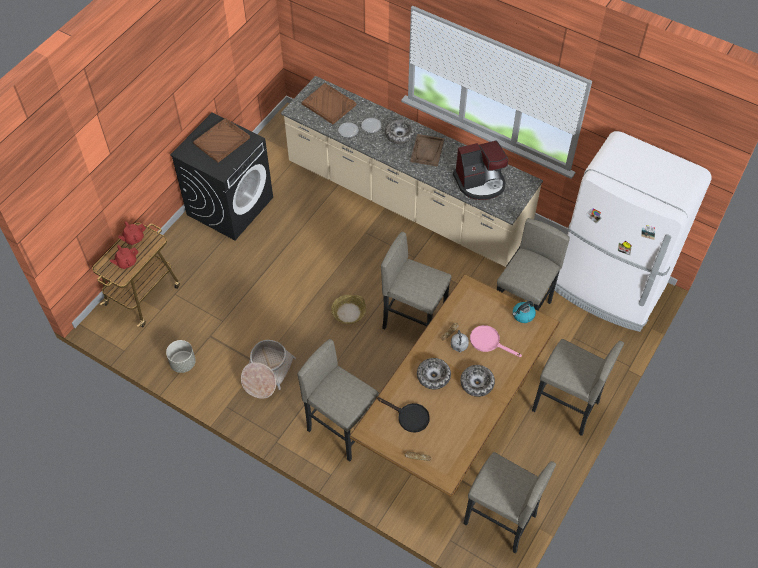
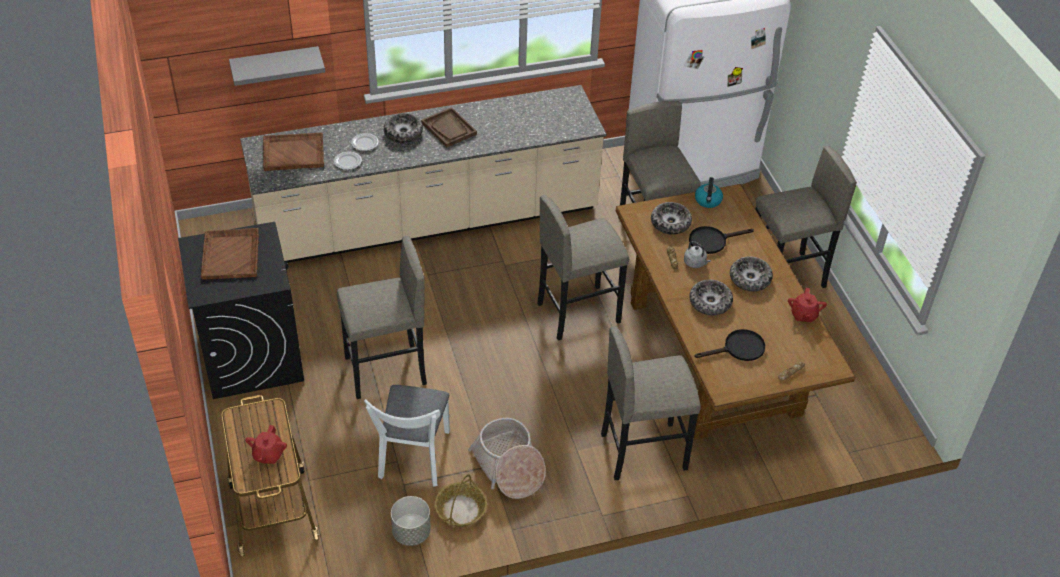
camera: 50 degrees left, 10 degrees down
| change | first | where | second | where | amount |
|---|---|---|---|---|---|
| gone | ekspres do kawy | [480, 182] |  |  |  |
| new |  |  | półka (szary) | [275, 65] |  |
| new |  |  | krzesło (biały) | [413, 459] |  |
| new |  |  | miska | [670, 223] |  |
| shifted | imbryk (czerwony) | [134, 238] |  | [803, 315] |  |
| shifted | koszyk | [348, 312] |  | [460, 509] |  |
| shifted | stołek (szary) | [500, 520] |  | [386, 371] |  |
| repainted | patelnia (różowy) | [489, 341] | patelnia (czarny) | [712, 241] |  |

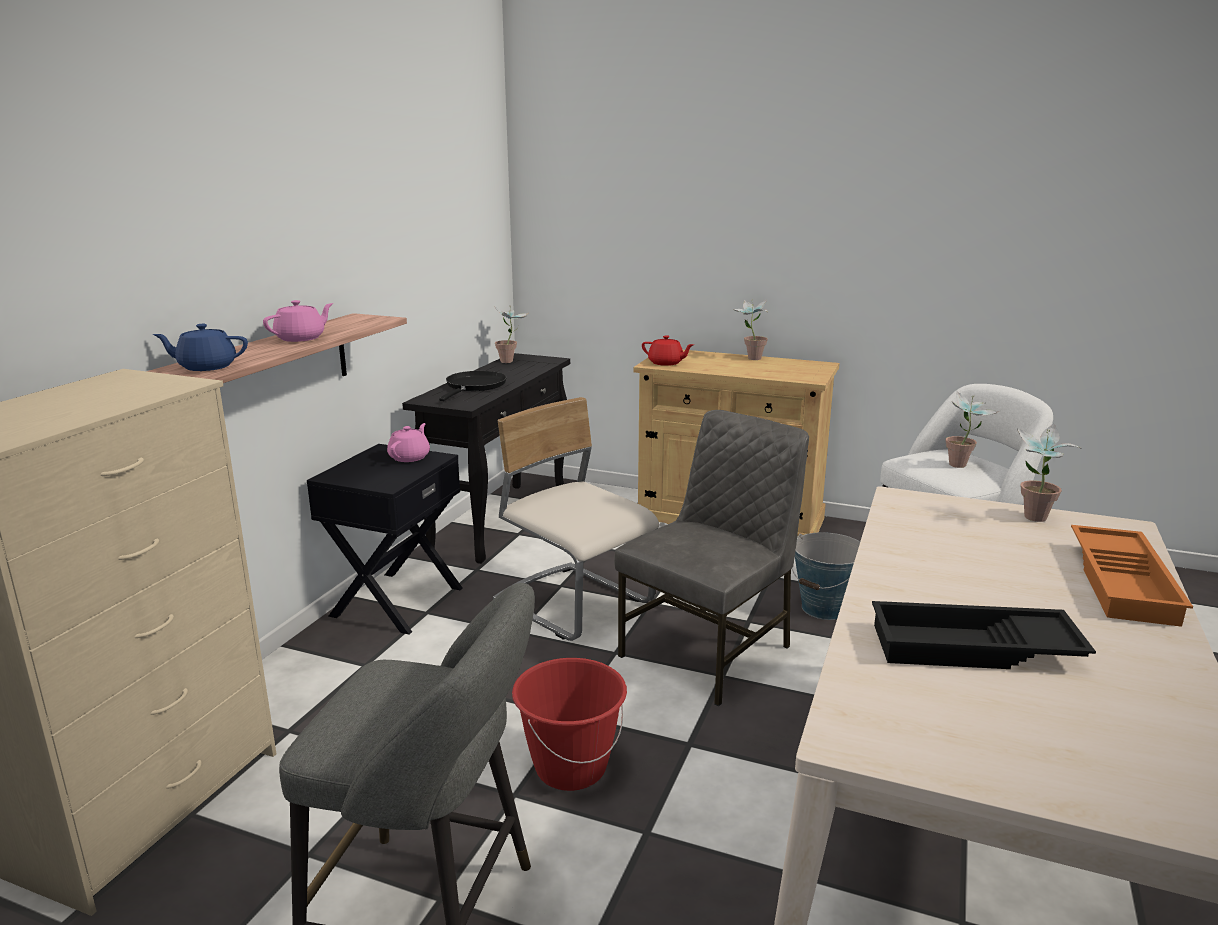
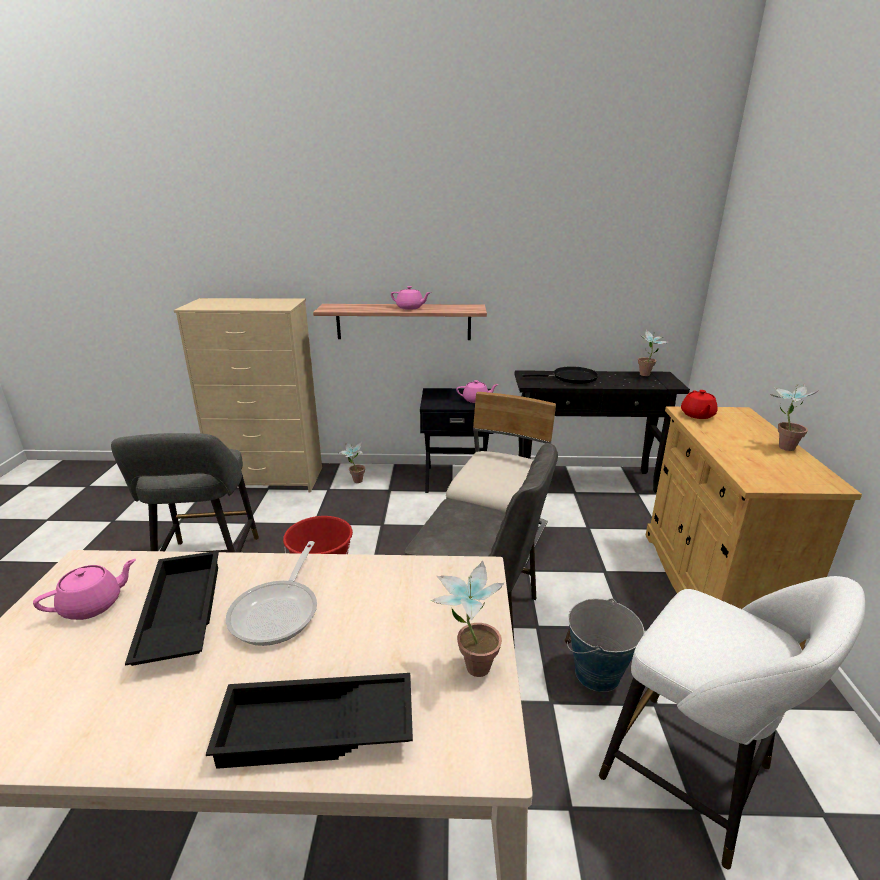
camera: 70 degrees right, 5 degrees up
| change | first | where | second | where | amount |
|---|---|---|---|---|---|
| gone | imbryk (niebieski) | [206, 367] |  |  |  |
| new |  |  | imbryk (różowy) | [93, 605] |  |
| new |  |  | patelnia | [278, 611] |  |
| shifted | roślina doniczkowa | [962, 467] |  | [354, 482] |  |
| repainted | taca (pomarańczowy) | [1125, 583] | taca (czarny) | [315, 731] |  |

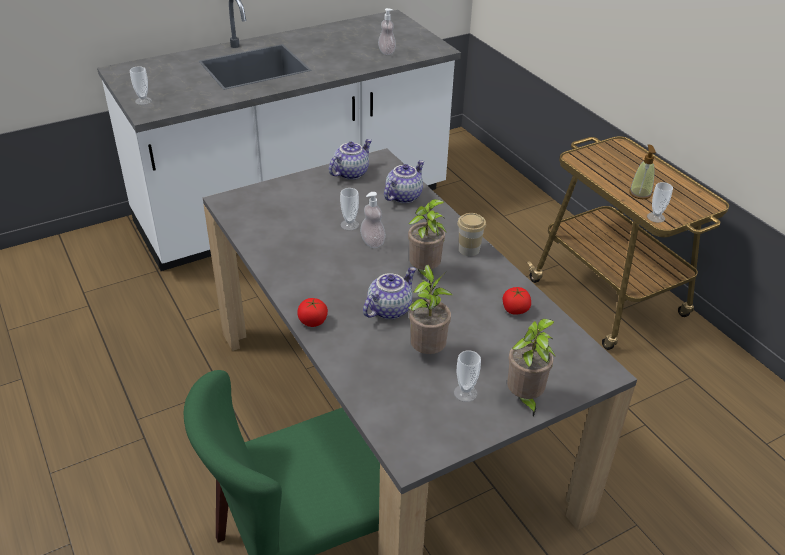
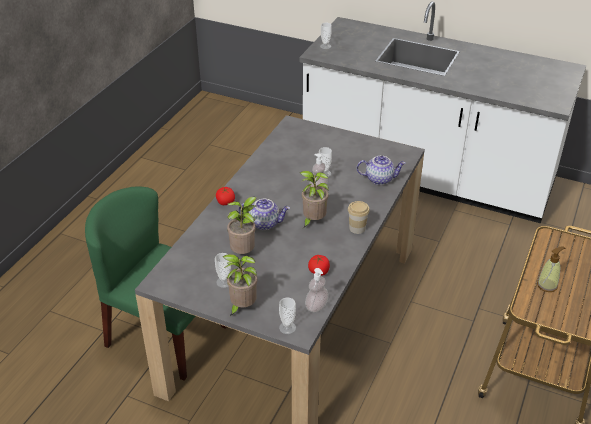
camera: 55 degrees right, 0 degrees up
| change | first | where | second | where | amount |
|---|---|---|---|---|---|
| gone | imbryk | [350, 173] |  |  |  |
| shifted | dozownik mydła | [386, 52] |  | [316, 306] |  |
| shifted | filiżanka | [656, 217] |  | [287, 327] |  |

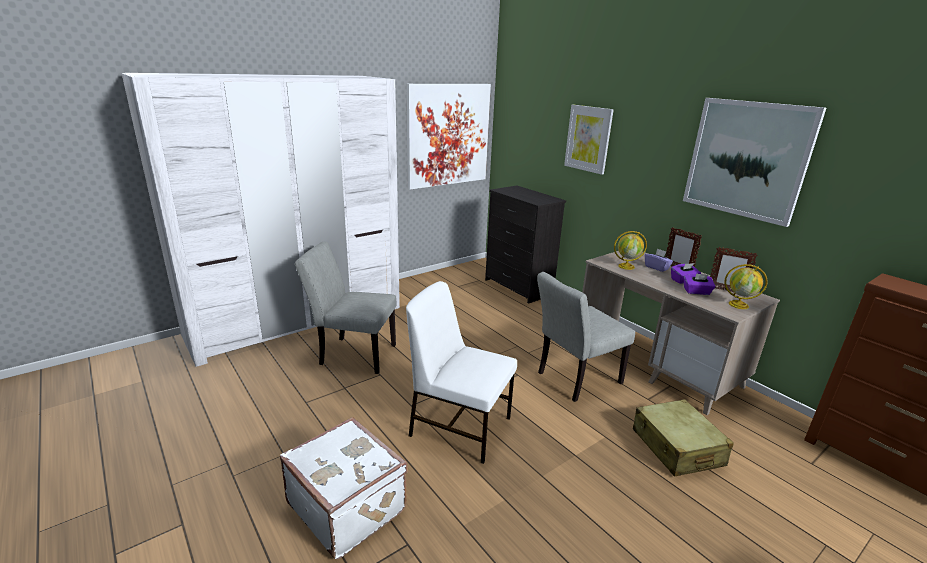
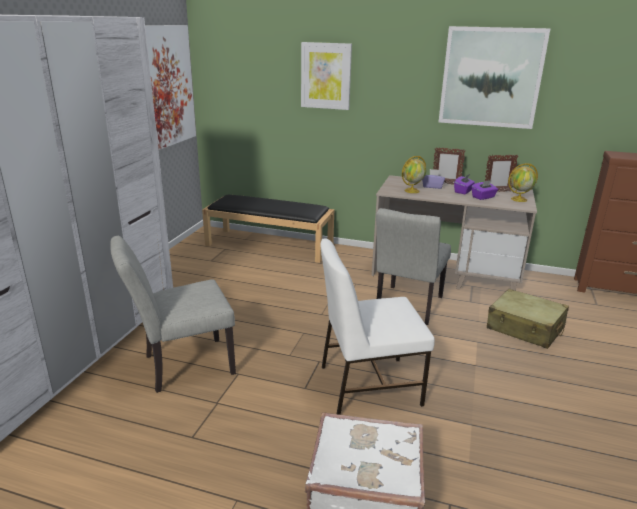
camera: 35 degrees left, 0 degrees up
| change | first | where | second | where | amount |
|---|---|---|---|---|---|
| swapped | komoda (czarny) | [518, 287] | ławka (czarny) | [270, 245] |  |

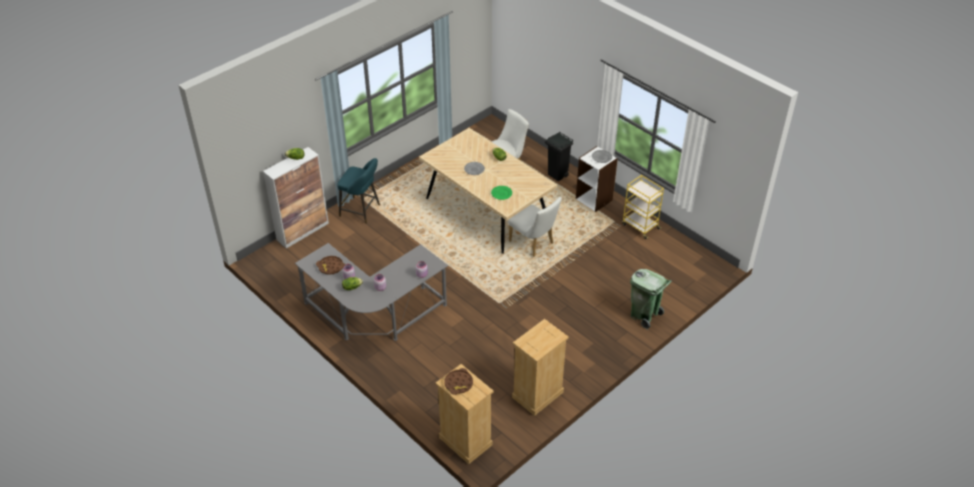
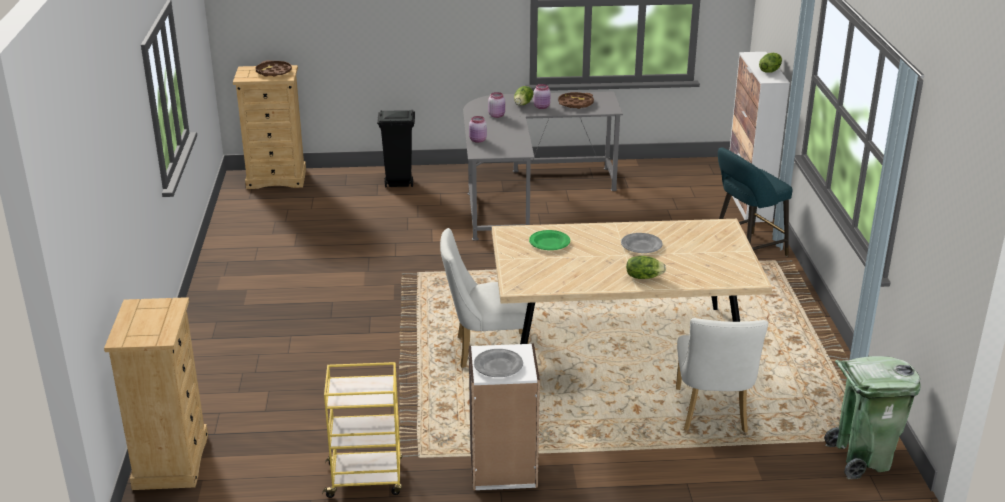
camera: 130 degrees right, 15 degrees down
| change | first | where | second | where | amount |
|---|---|---|---|---|---|
| shifted | komoda (beżowy) | [537, 395] |  | [170, 461] |  |
| shifted | kosz na śmieci (czarny) | [557, 175] |  | [398, 183] |  |
| shifted | kosz na śmieci (zielony) | [644, 315] |  | [861, 458] |  |

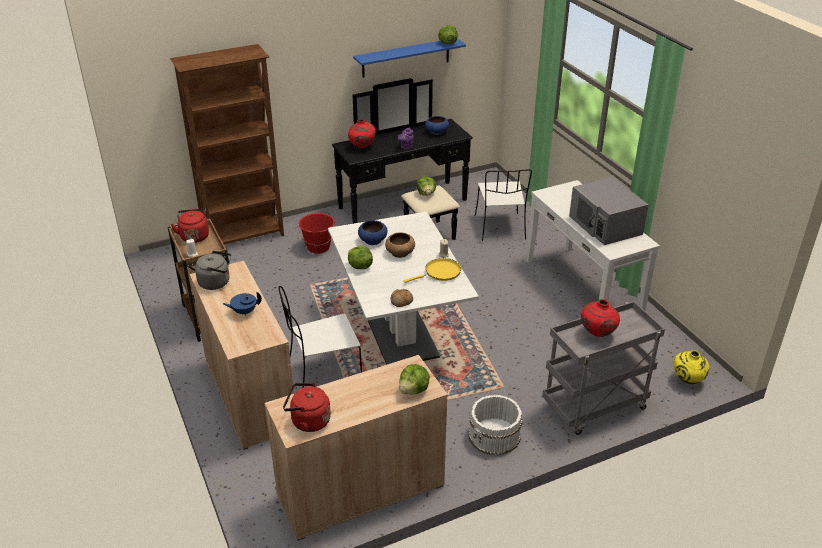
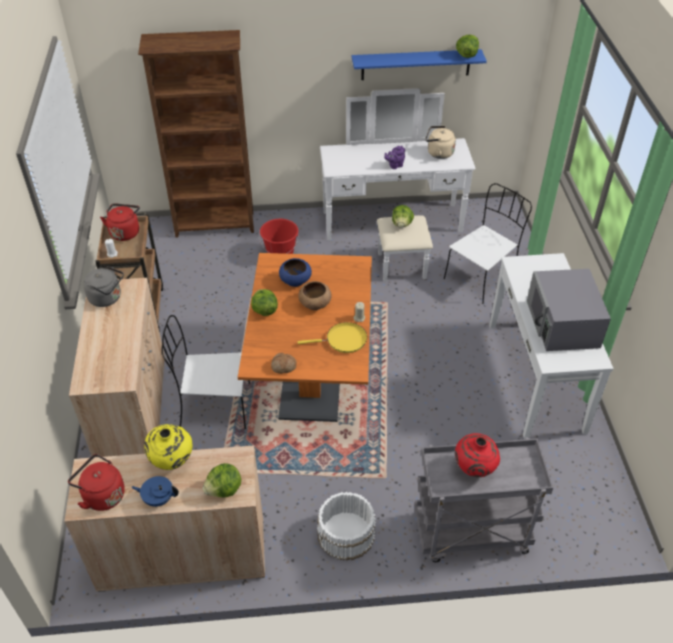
camera: 20 degrees right, 10 degrees up
| change | first | where | second | where | amount |
|---|---|---|---|---|---|
| gone | wazon (czerwony) | [362, 147] |  |  |  |
| shifted | imbryk (niebieski) | [244, 311] |  | [158, 498] |  |
| shifted | wazon (żółty) | [687, 380] |  | [172, 461] |  |
| swapped | miska (niebieski) | [436, 132] | czajnik (beżowy) | [438, 153] |  |
| repainted | stół jadalny (biały) | [399, 332] | stół jadalny (pomarańczowy) | [311, 379] |  |
| repainted | komoda (czarny) | [409, 210] | komoda (biały) | [395, 231] |  |
| rotated | krzesło (biały) | [500, 228] |  | [482, 276] | 150 degrees counterclockwise |

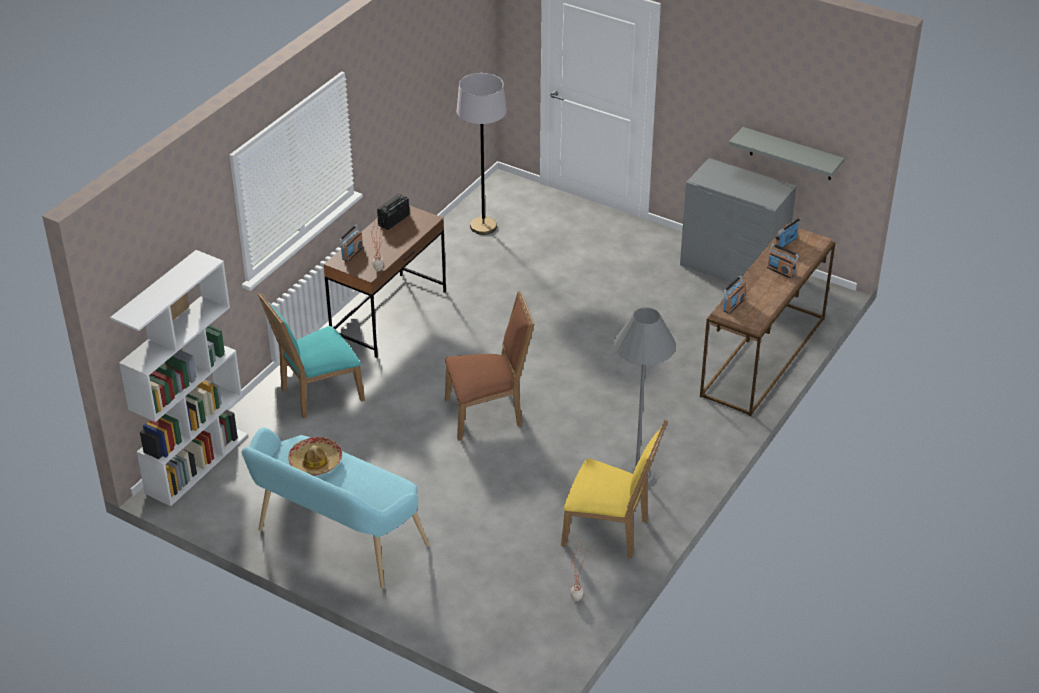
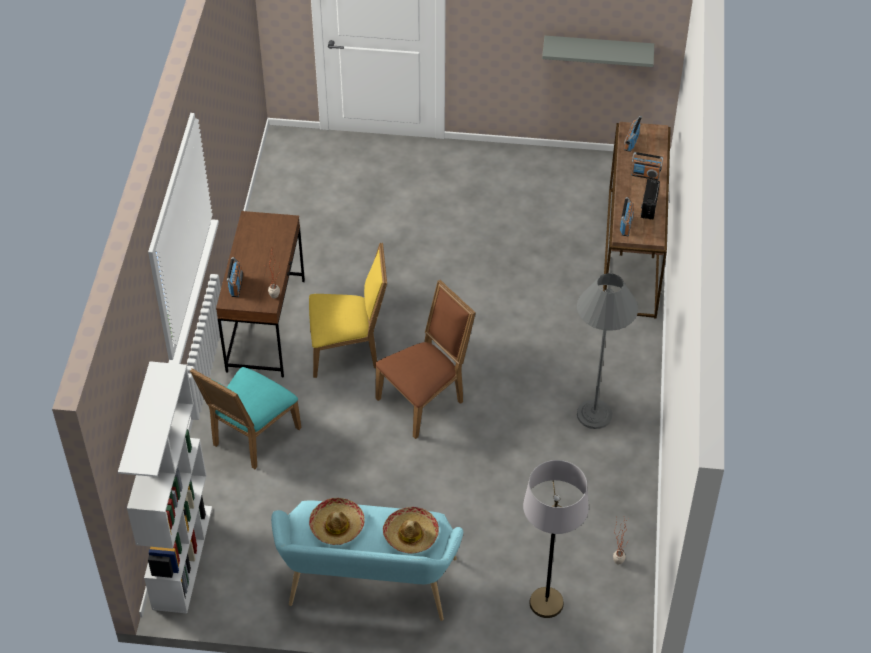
camera: 25 degrees left, 10 degrees up
| change | first | where | second | where | amount |
|---|---|---|---|---|---|
| gone | komoda (szary) | [733, 268] |  |  |  |
| new |  |  | kapelusz | [411, 534] |  |
| shifted | radio | [393, 221] |  | [649, 207] |  |
| shifted | lampa stojąca (szary) | [483, 226] |  | [546, 603] |  |
| shifted | krzesło (żółty) | [610, 531] |  | [348, 350] |  |

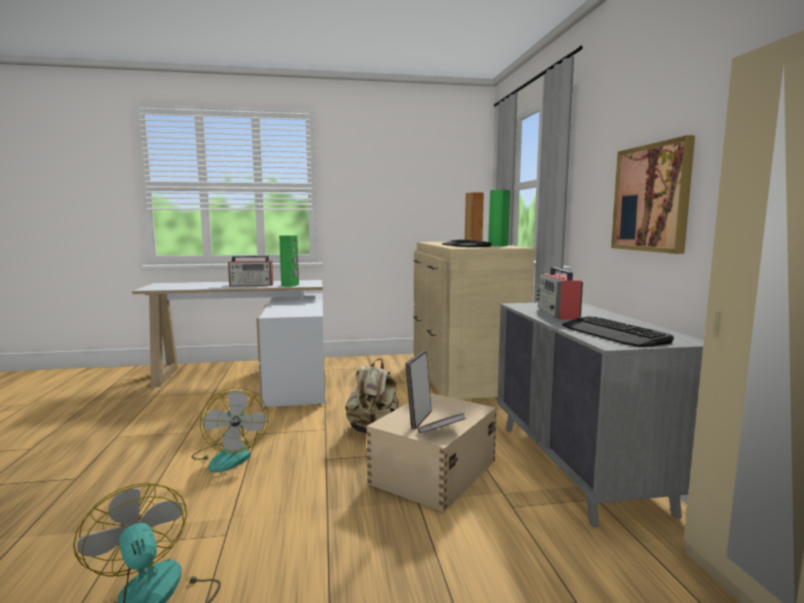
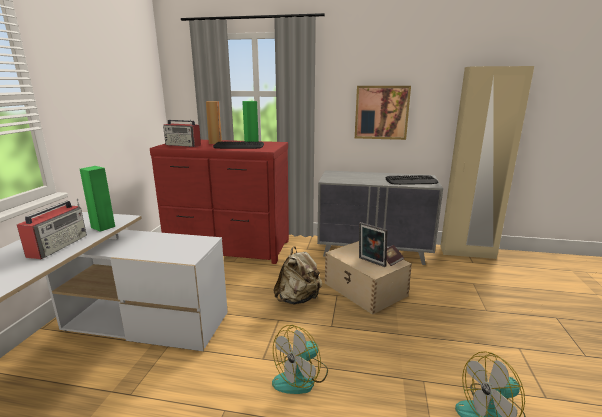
camera: 70 degrees left, 10 degrees up
| change | first | where | second | where | amount |
|---|---|---|---|---|---|
| shifted | radio | [558, 313] |  | [183, 145] |  |
| repainted | komoda (beżowy) | [462, 378] | komoda (czerwony) | [228, 247] |  |
| rotated | wentylator | [229, 456] |  | [301, 377] | 135 degrees clockwise |

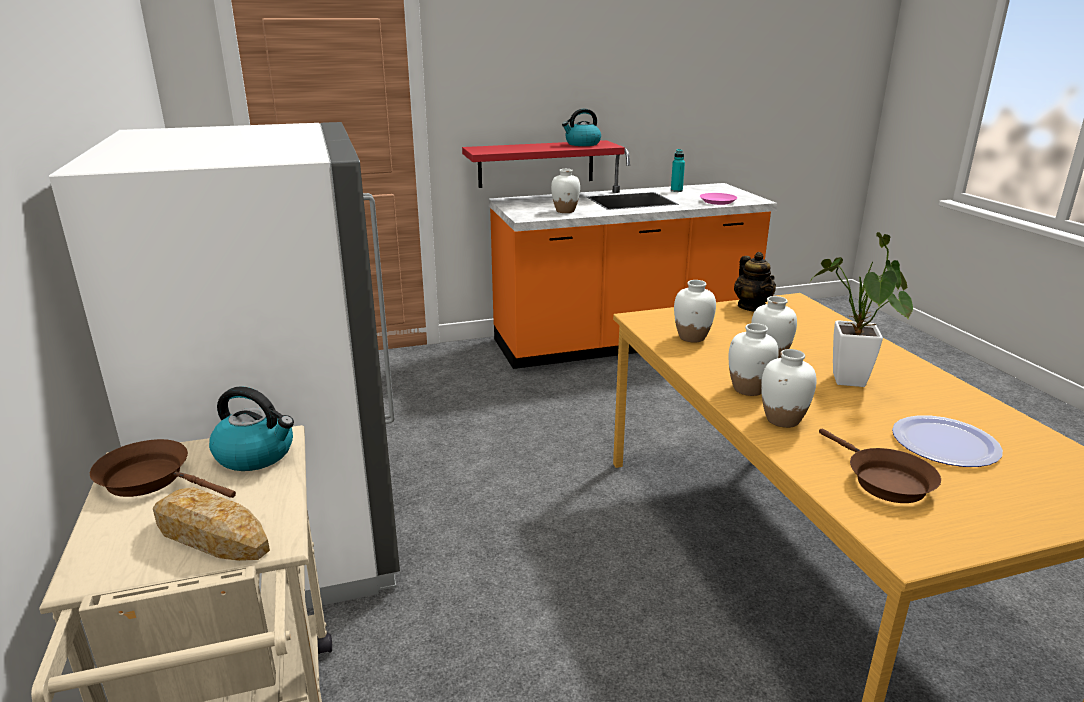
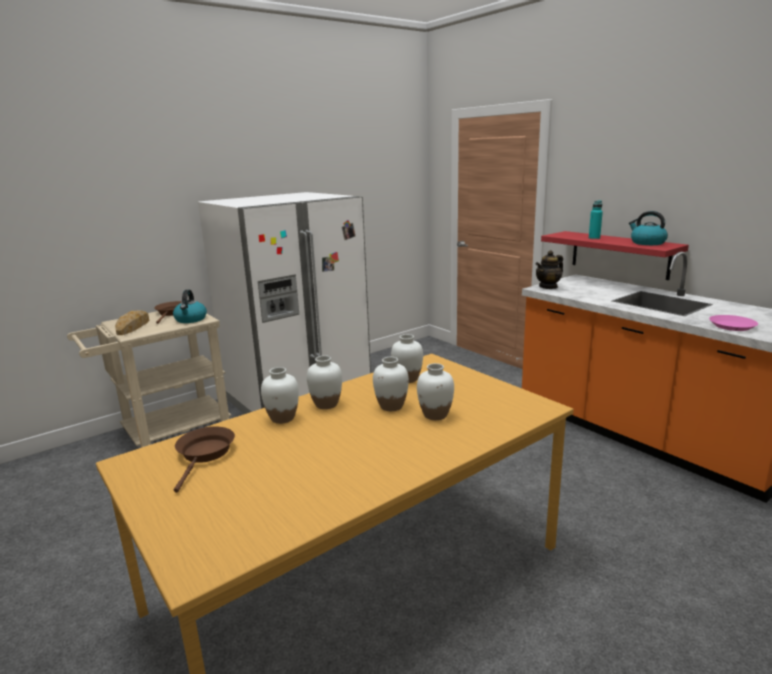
camera: 70 degrees right, 5 degrees down
| change | first | where | second | where | amount |
|---|---|---|---|---|---|
| gone | roślina doniczkowa | [849, 384] |  |  |  |
| gone | talerz | [945, 443] |  |  |  |
| shifted | wazon (biały) | [565, 211] |  | [435, 415] |  |
| shifted | butelka (turkusowy) | [676, 191] |  | [594, 238] |  |
| shifted | imbryk | [752, 307] |  | [548, 286] |  |
| rotated | patelnia (brązowy) | [883, 480] |  | [205, 454] | 135 degrees clockwise |

